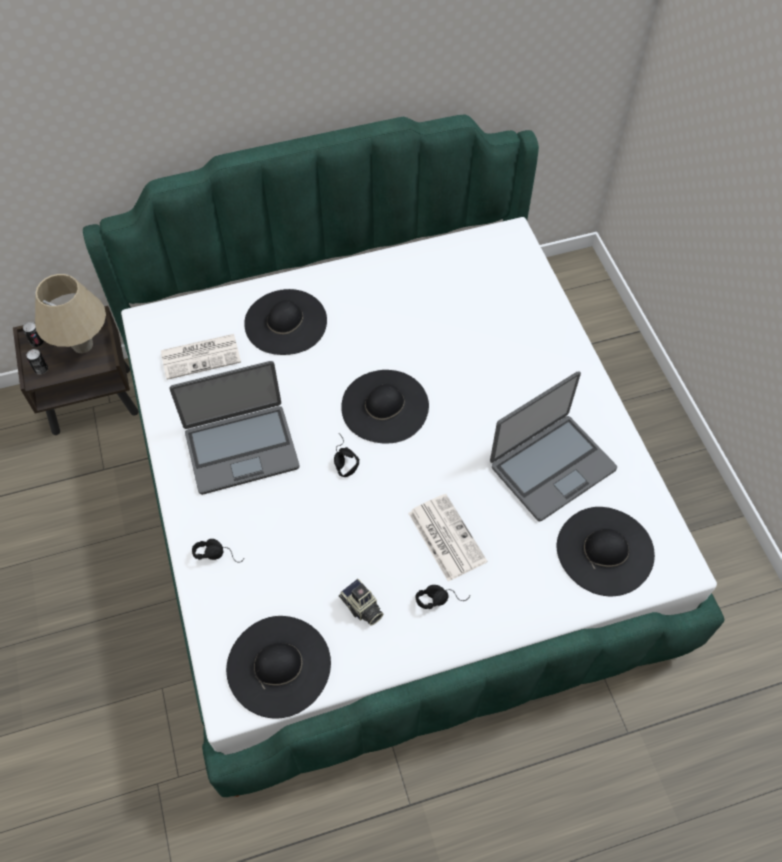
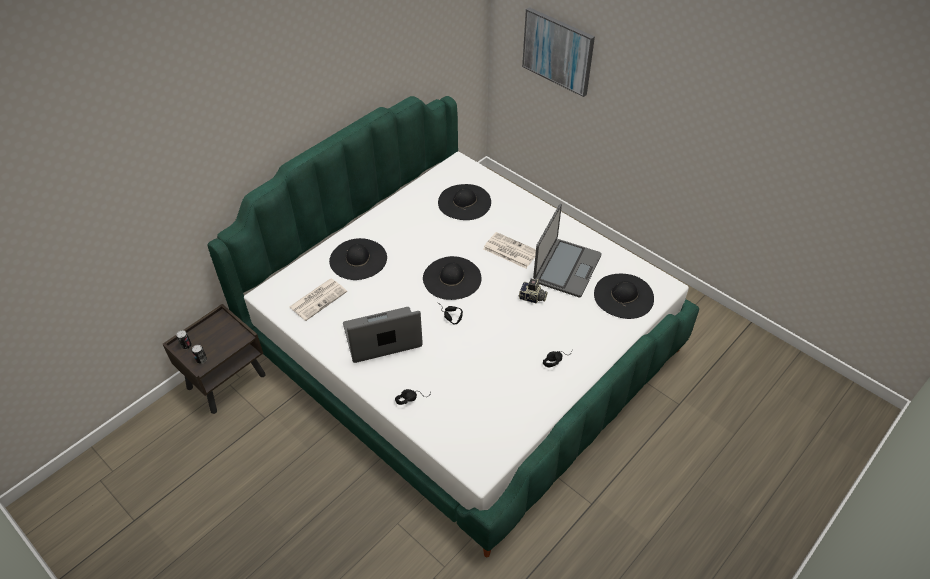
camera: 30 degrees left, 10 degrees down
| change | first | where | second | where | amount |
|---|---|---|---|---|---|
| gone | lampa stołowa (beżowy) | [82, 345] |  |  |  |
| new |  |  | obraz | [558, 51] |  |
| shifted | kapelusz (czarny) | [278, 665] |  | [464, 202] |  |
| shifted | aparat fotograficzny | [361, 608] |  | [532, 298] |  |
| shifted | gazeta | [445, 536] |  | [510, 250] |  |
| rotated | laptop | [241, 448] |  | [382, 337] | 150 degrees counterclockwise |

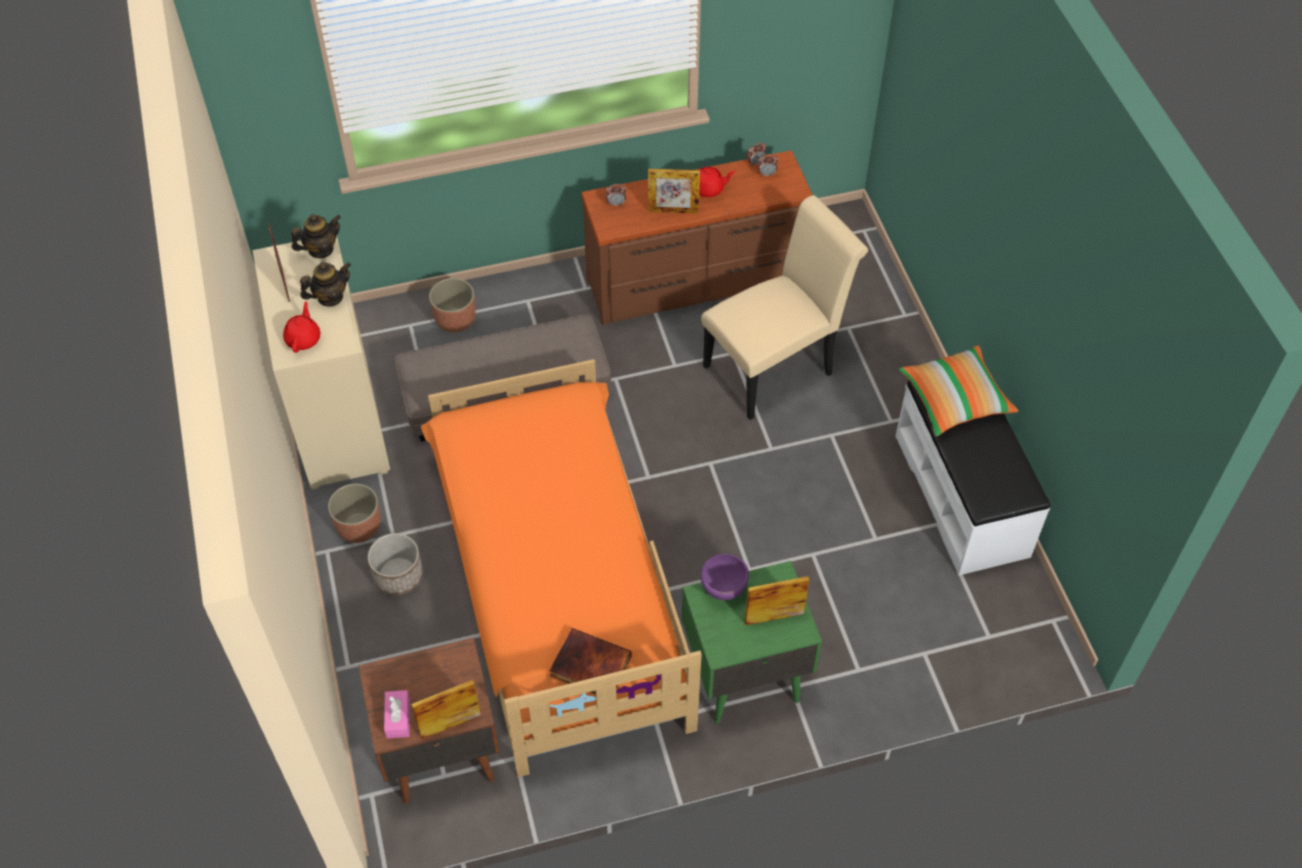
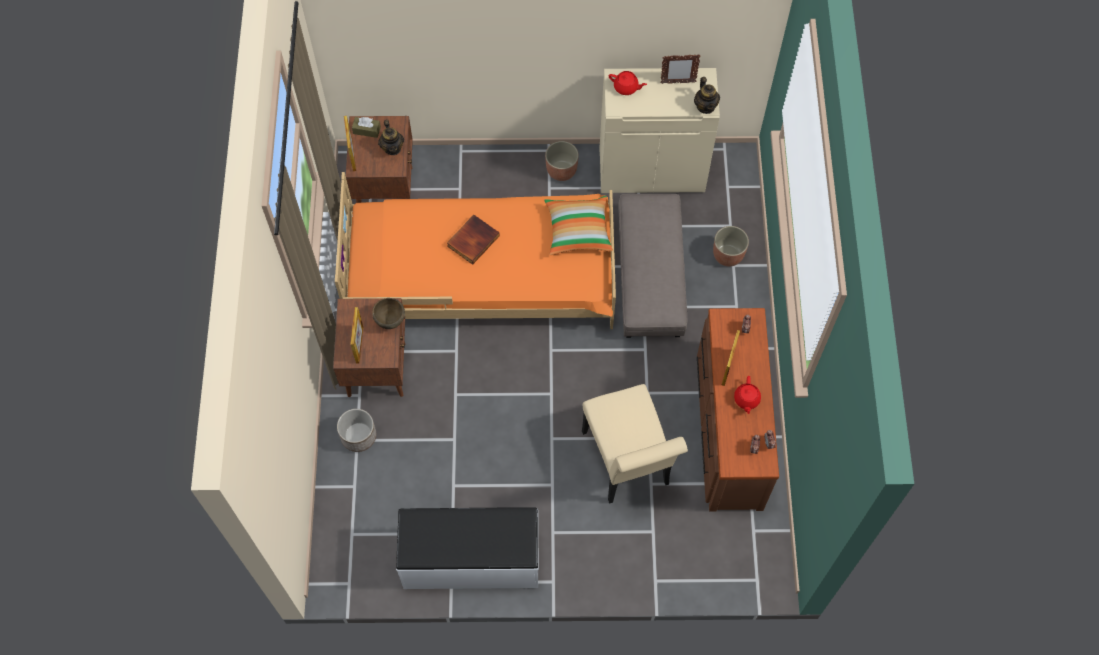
camera: 105 degrees right, 10 degrees up
| change | first | where | second | where | amount |
|---|---|---|---|---|---|
| shifted | imbryk | [330, 297] |  | [392, 148] |  |
| shifted | donica | [398, 576] |  | [358, 436] |  |
| shifted | książka | [589, 667] |  | [472, 240] |  |
| shifted | poduszka | [954, 400] |  | [578, 230] |  |
| repainted | pudełko chusteczek (różowy) | [398, 718] | pudełko chusteczek (brązowy) | [366, 130] |  |
| repainted | szafka nocna (zielony) | [743, 676] | szafka nocna (brązowy) | [377, 368] |  |
| repainted | miska (fioletowy) | [723, 590] | miska (brązowy) | [390, 321] |  |

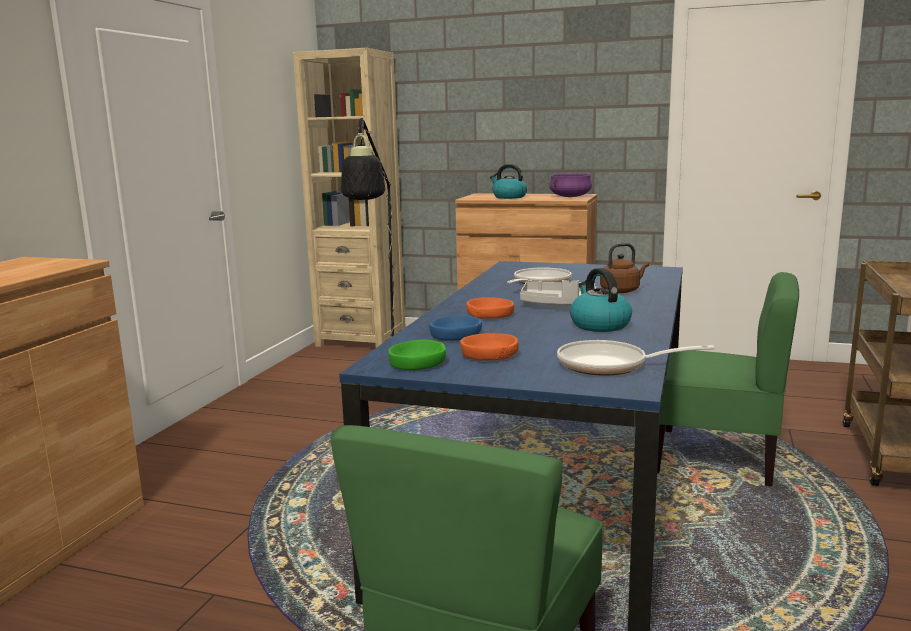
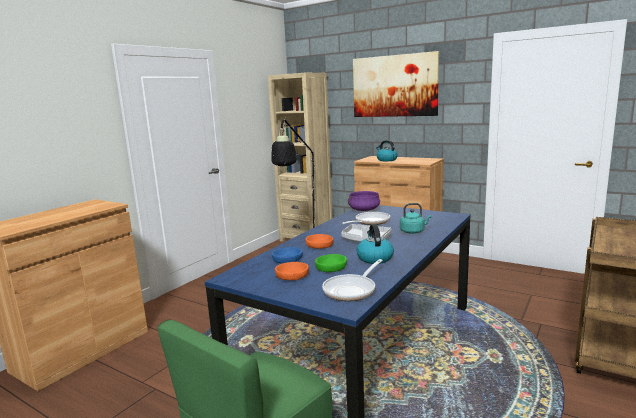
camera: 15 degrees right, 0 degrees up
| change | first | where | second | where | amount |
|---|---|---|---|---|---|
| gone | krzesło (zielony) | [714, 458] |  |  |  |
| new |  |  | obraz | [394, 86] |  |
| shifted | miska (zielony) | [418, 363] |  | [331, 267] |  |
| shifted | garnek (fioletowy) | [570, 197] |  | [364, 210] |  |
| repainted | czajnik (brązowy) | [621, 291] | czajnik (turkusowy) | [413, 231] |  |
| rotated | patelnia | [610, 365] |  | [352, 290] | 75 degrees counterclockwise |

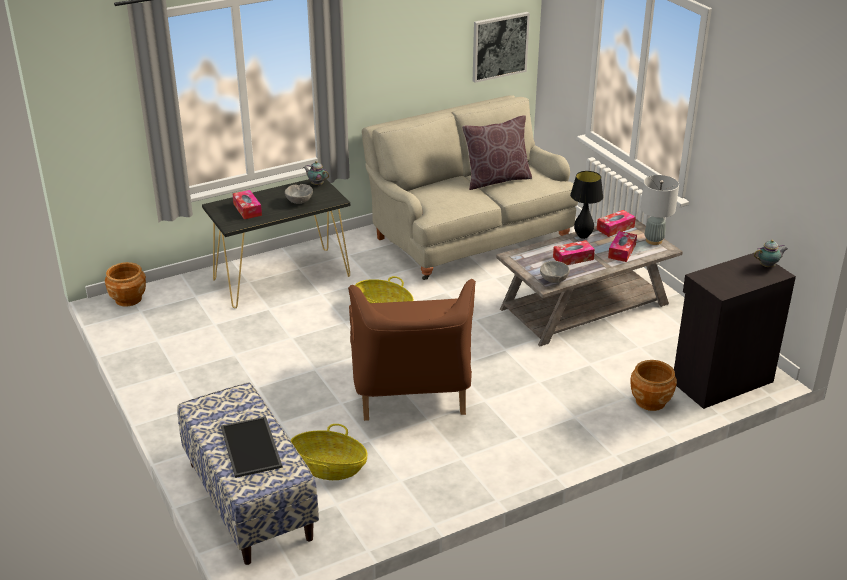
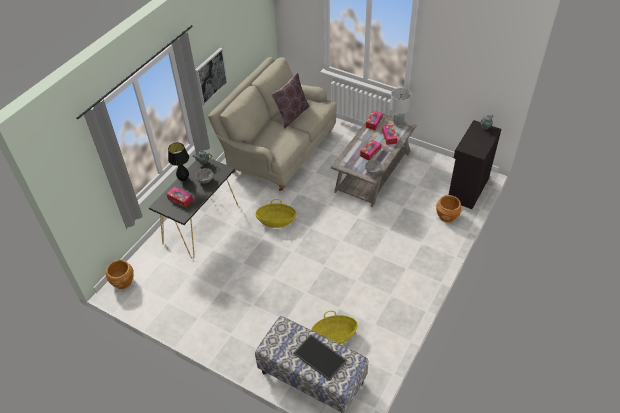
camera: 30 degrees left, 15 degrees up
| change | first | where | second | where | amount |
|---|---|---|---|---|---|
| gone | fotel (brązowy) | [410, 389] |  |  |  |
| shifted | obraz | [499, 46] |  | [210, 76] |  |
| shifted | lampa stołowa (czarny) | [583, 236] |  | [183, 179] |  |

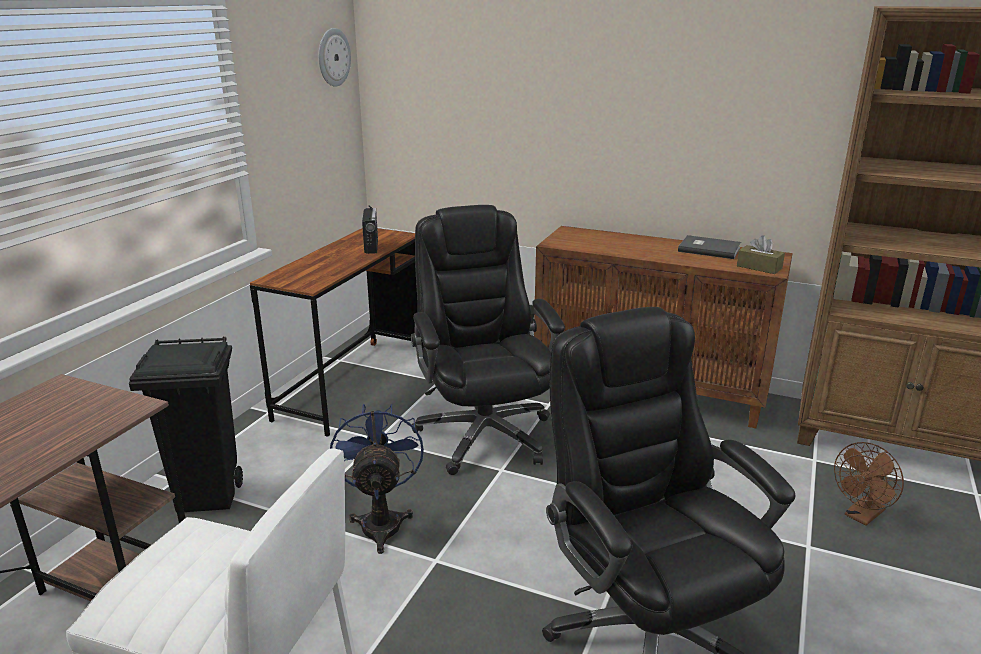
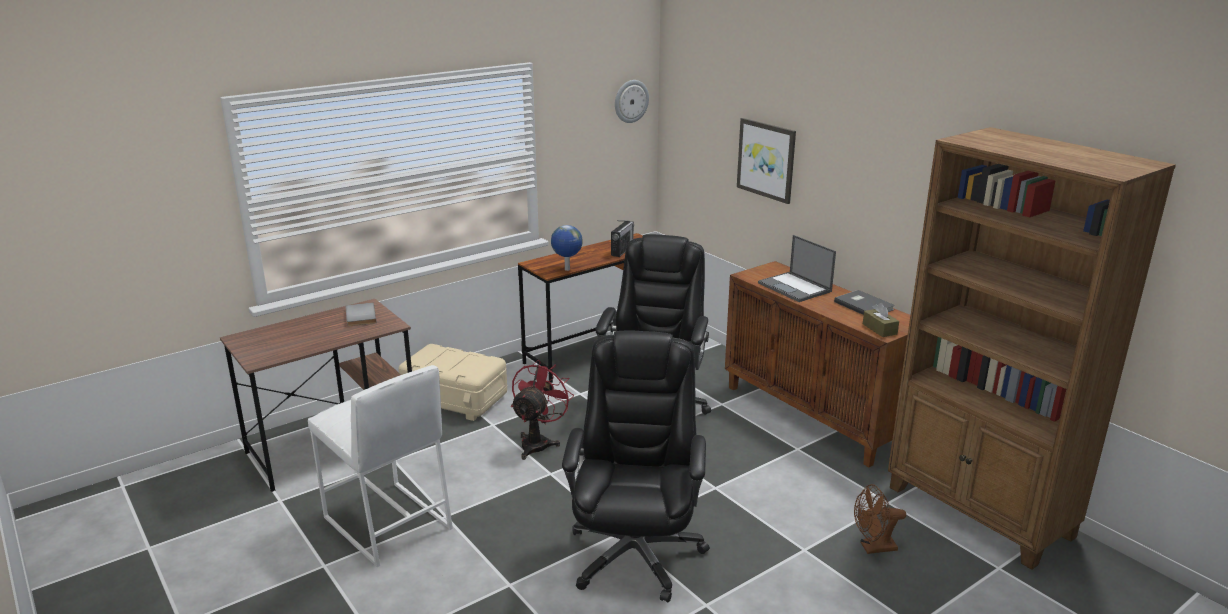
camera: 30 degrees right, 0 degrees up
| change | first | where | second | where | amount |
|---|---|---|---|---|---|
| new |  |  | książka (szary) | [359, 316] |  |
| new |  |  | globus | [567, 270] |  |
| new |  |  | obraz | [766, 160] |  |
| new |  |  | laptop | [795, 287] |  |
| swapped | kosz na śmieci (czarny) | [209, 497] | pojemnik do przechowywania (beżowy) | [455, 399] |  |
| repainted | wentylator (niebieski) | [381, 521] | wentylator (czerwony) | [538, 442] |  |

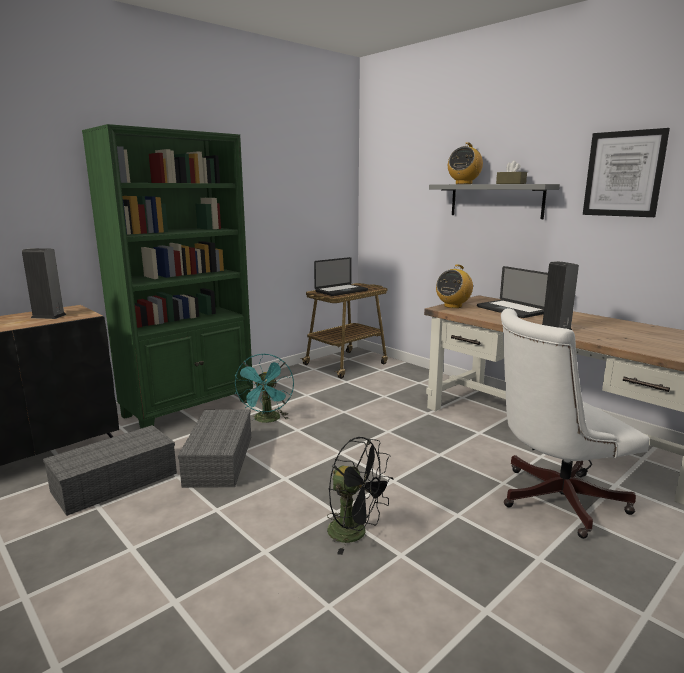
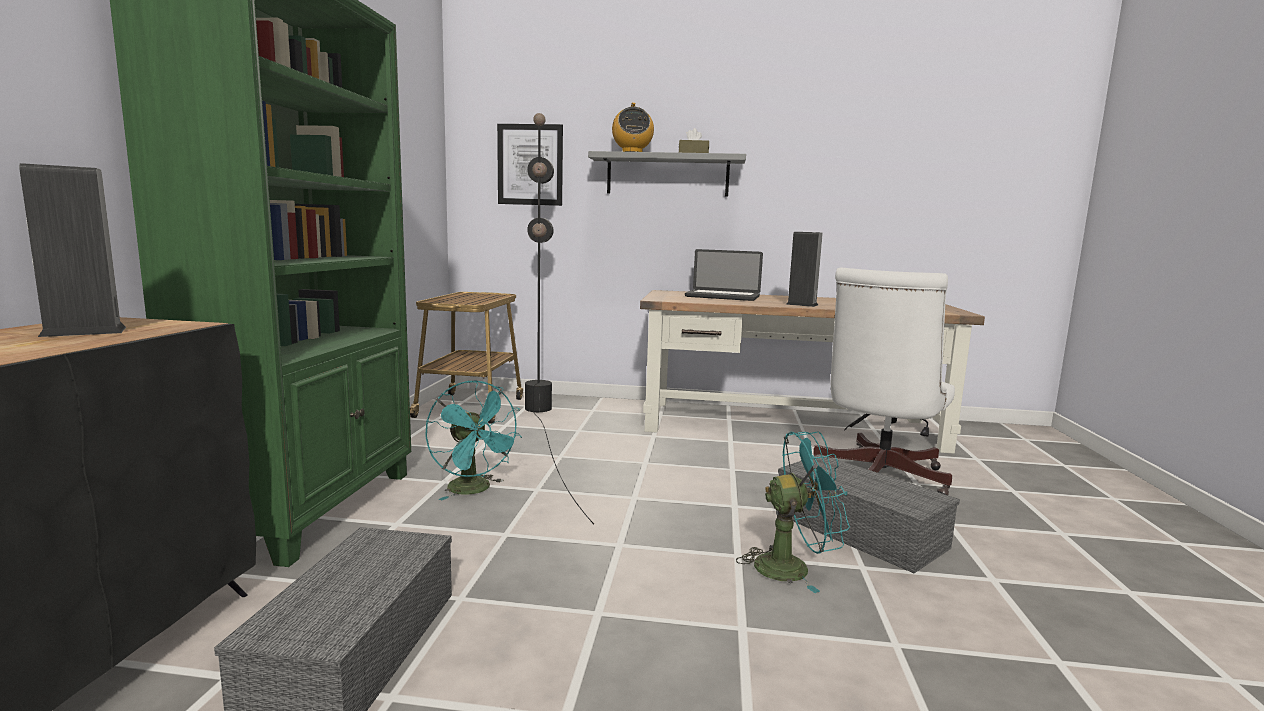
camera: 40 degrees left, 5 degrees down
| change | first | where | second | where | amount |
|---|---|---|---|---|---|
| gone | laptop | [341, 291] |  |  |  |
| gone | radio | [453, 306] |  |  |  |
| new |  |  | lampa stojąca (czarny) | [546, 431] |  |
| shifted | pojemnik do przechowywania (szary) | [218, 459] |  | [856, 530] |  |
| shifted | obraz | [623, 174] |  | [530, 165] |  |
| repainted | wentylator (czarny) | [355, 533] | wentylator (turkusowy) | [792, 567] |  |

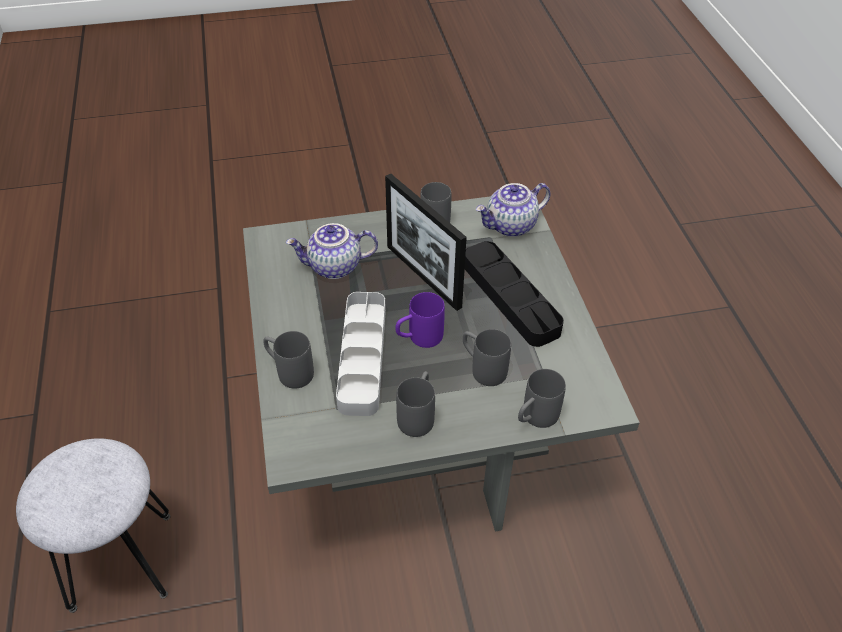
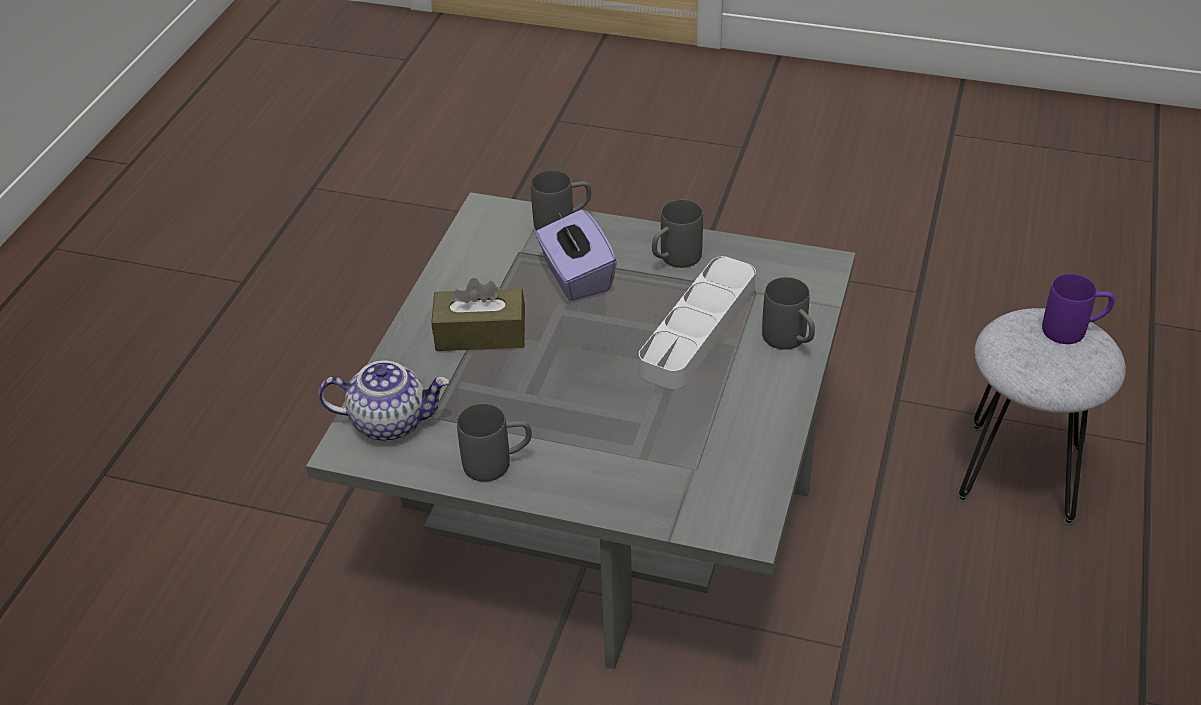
camera: 150 degrees left, 5 degrees down
| change | first | where | second | where | amount |
|---|---|---|---|---|---|
| gone | imbryk | [334, 267] |  |  |  |
| gone | ramka na zdjęcie | [423, 276] |  |  |  |
| shifted | kubek (fioletowy) | [419, 338] |  | [1074, 330] |  |
| swapped | kubek (szary) | [482, 368] | pudełko chusteczek (fioletowy) | [576, 277] |  |
| swapped | taca (czarny) | [510, 297] | pudełko chusteczek (brązowy) | [480, 334] |  |

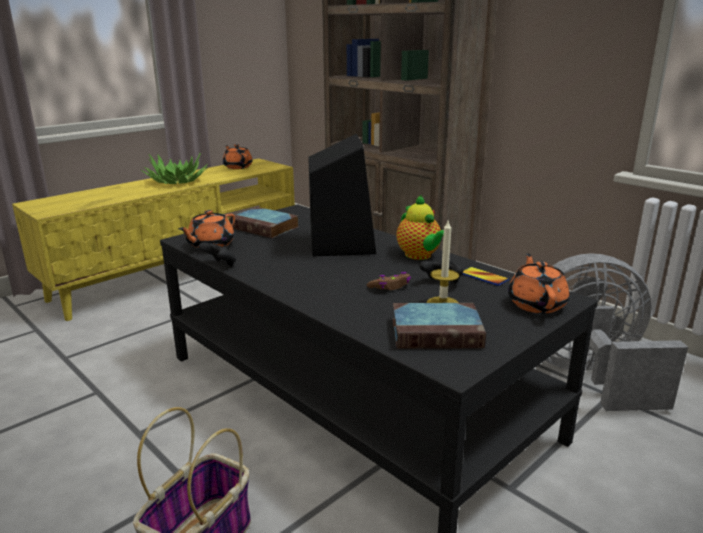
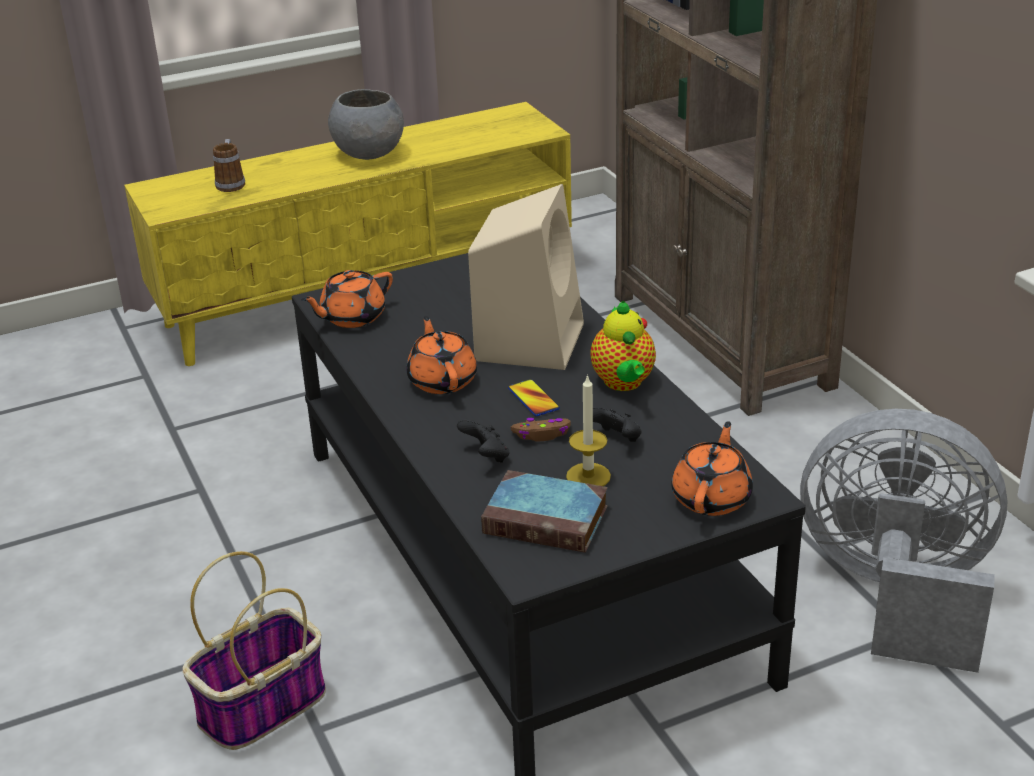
camera: 20 degrees right, 10 degrees up
| change | first | where | second | where | amount |
|---|---|---|---|---|---|
| gone | książka | [266, 227] |  |  |  |
| new |  |  | kubek | [231, 183] |  |
| shifted | pad do gier (czarny) | [220, 265] |  | [486, 456] |  |
| shifted | imbryk (pomarańczowy) | [237, 167] |  | [442, 380] |  |
| shifted | telefon | [484, 277] |  | [533, 399] |  |
| swapped | roślina doniczkowa | [177, 181] | miska (szary) | [368, 154] |  |
| repainted | głośnik (czarny) | [341, 243] | głośnik (beżowy) | [529, 340] |  |

